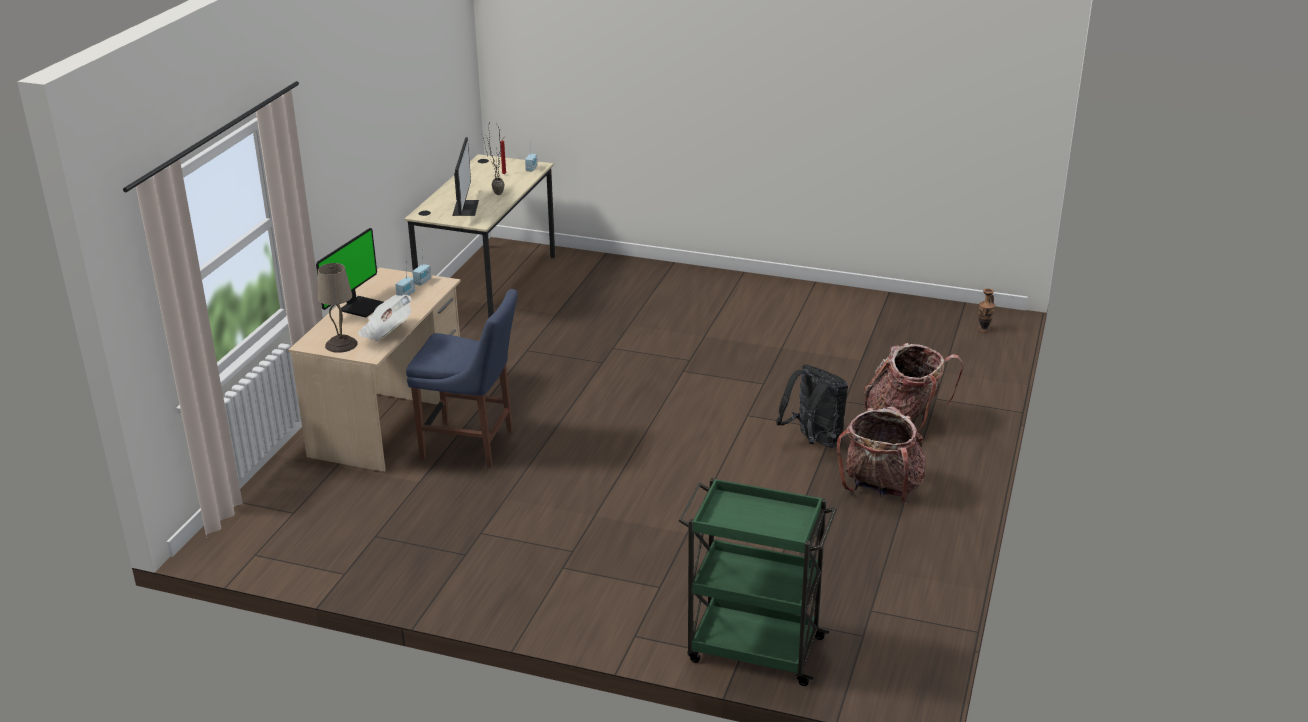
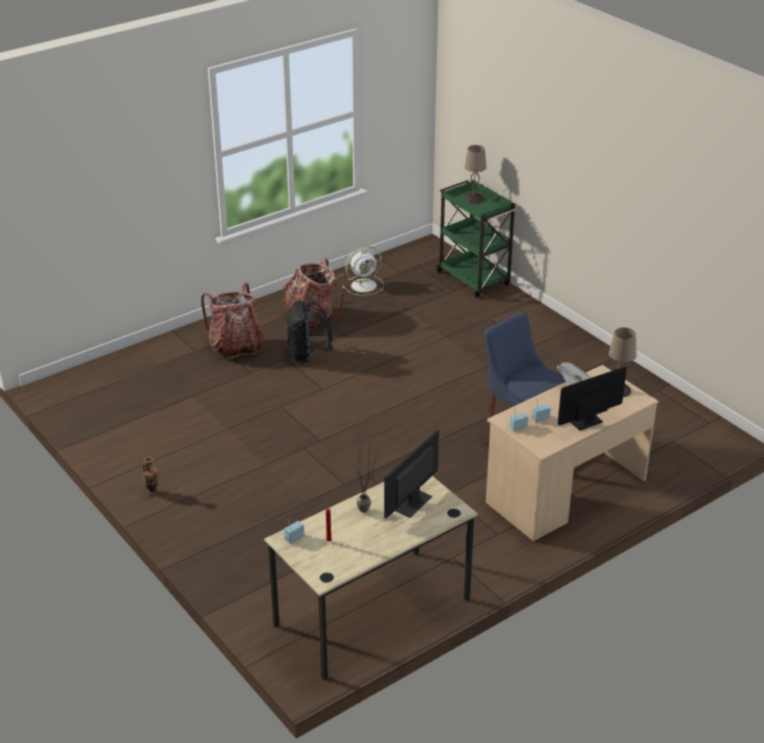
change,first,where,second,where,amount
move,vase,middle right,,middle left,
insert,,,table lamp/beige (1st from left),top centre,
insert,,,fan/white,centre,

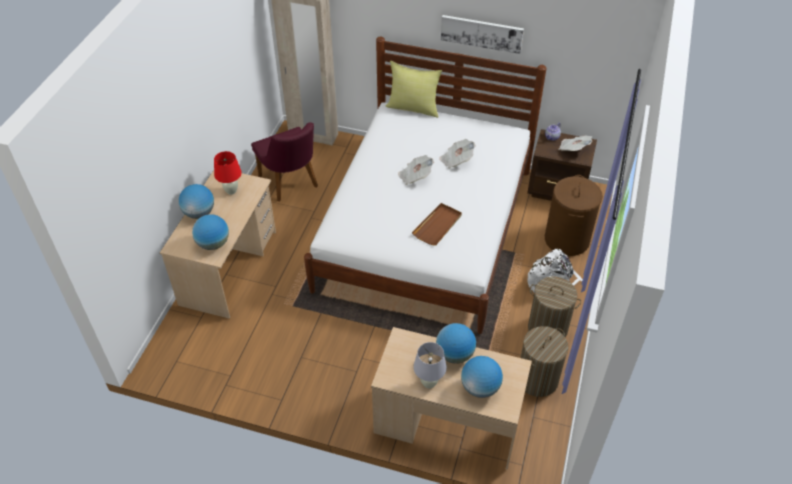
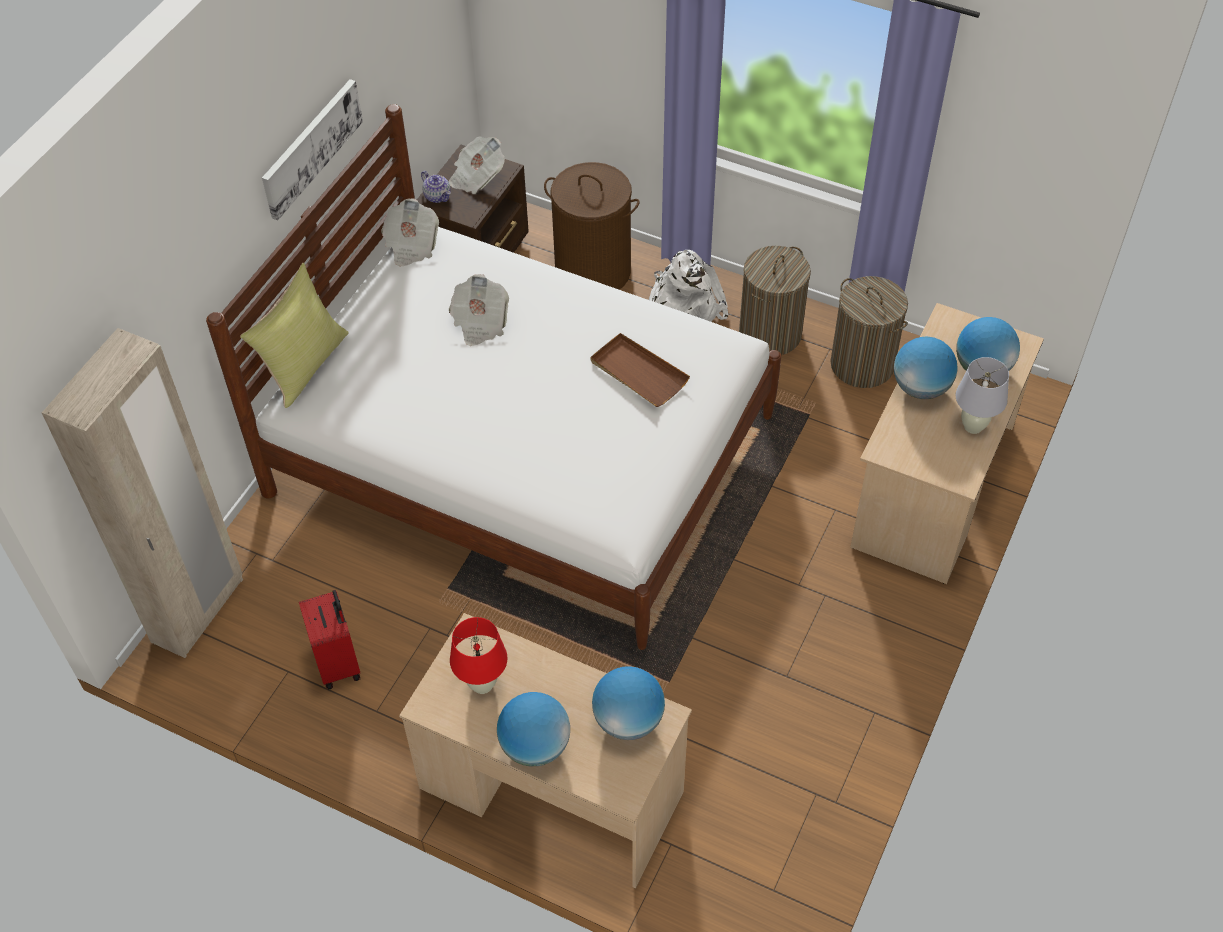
change,first,where,second,where,amount
replace,chair/purple,top centre,suitcase/red,bottom left,
move,newspaper (1st from left),centre,,top centre,

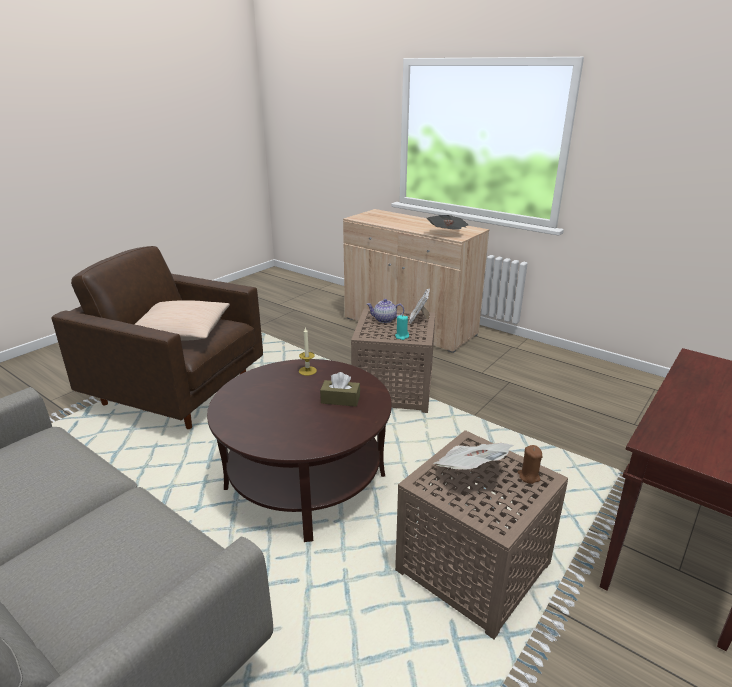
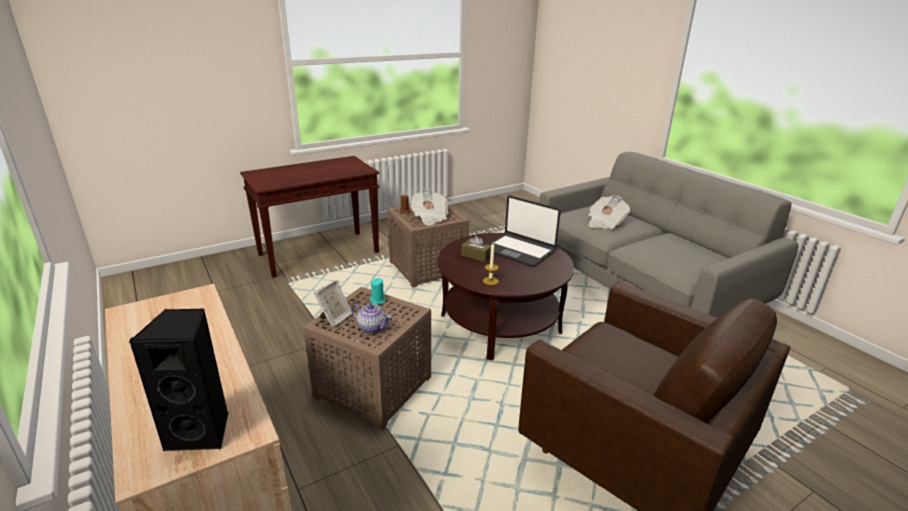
change,first,where,second,where,amount
move,newspaper (1st from left in the first image),top centre,newspaper (2nd from left),middle right,
delete,pillow/beige,middle left,,,
insert,,,laptop,centre,
insert,,,speaker/black,bottom left,

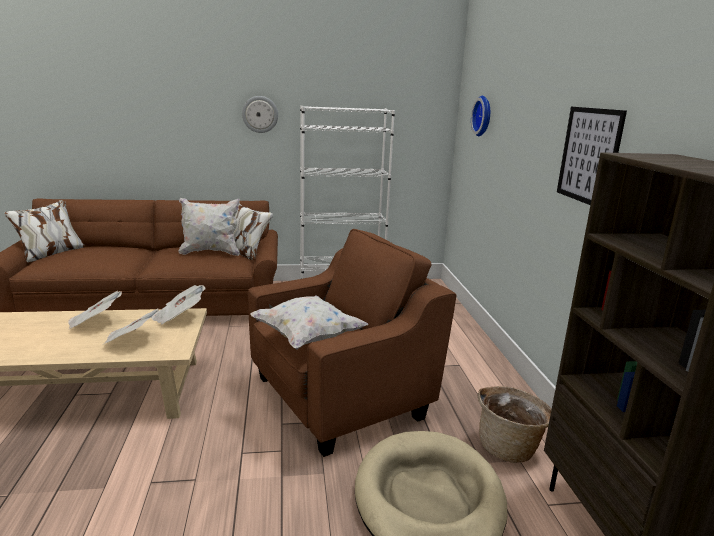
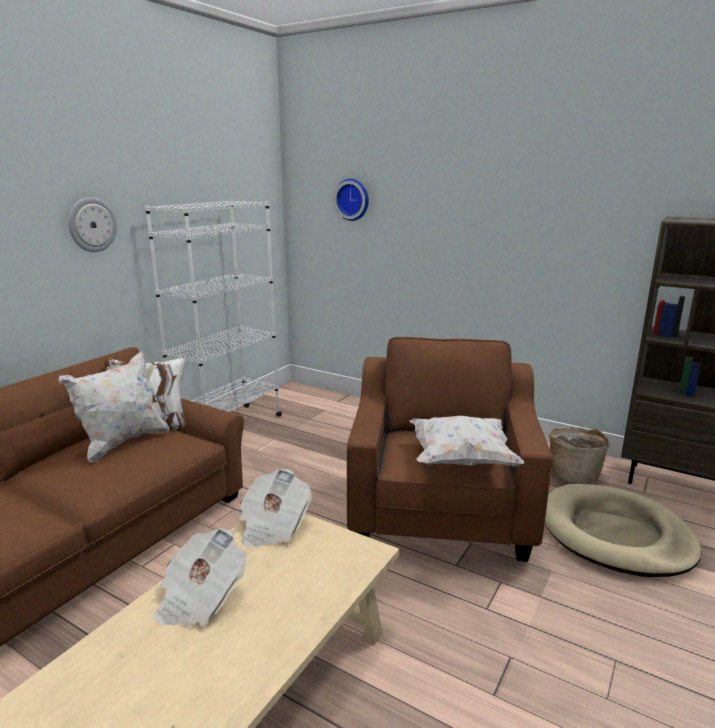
change,first,where,second,where,amount
delete,picture,top right,,,
delete,newspaper (2nd from left),middle left,,,

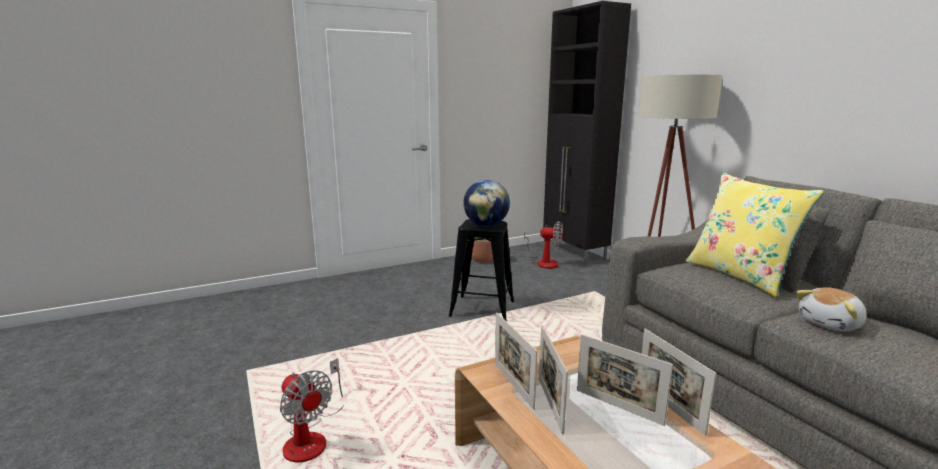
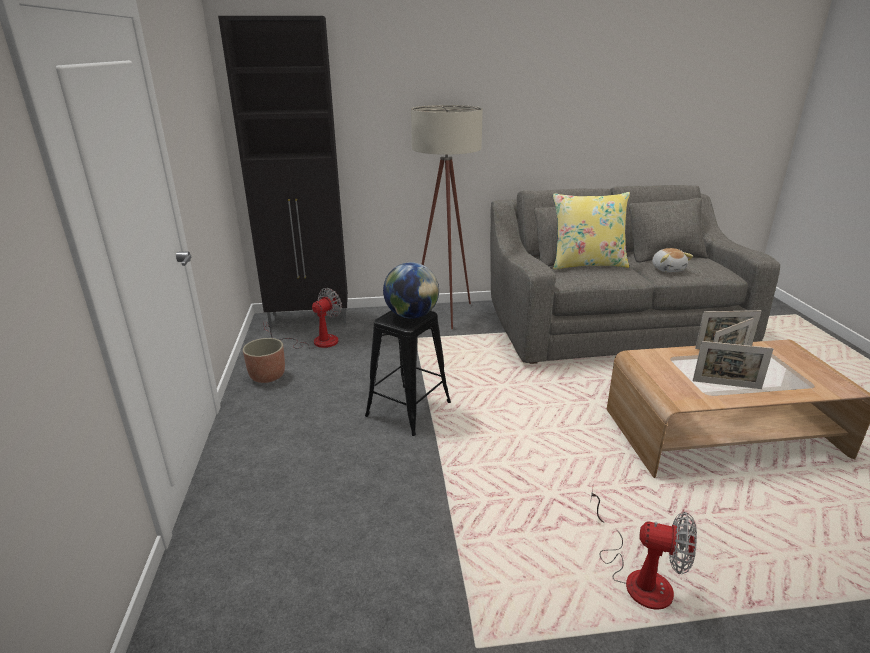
change,first,where,second,where,amount
delete,picture frame (1st from left),bottom centre,,,
rotate,fan (1st from left in the first image),bottom left,fan (2nd from left),bottom right,45 degrees clockwise

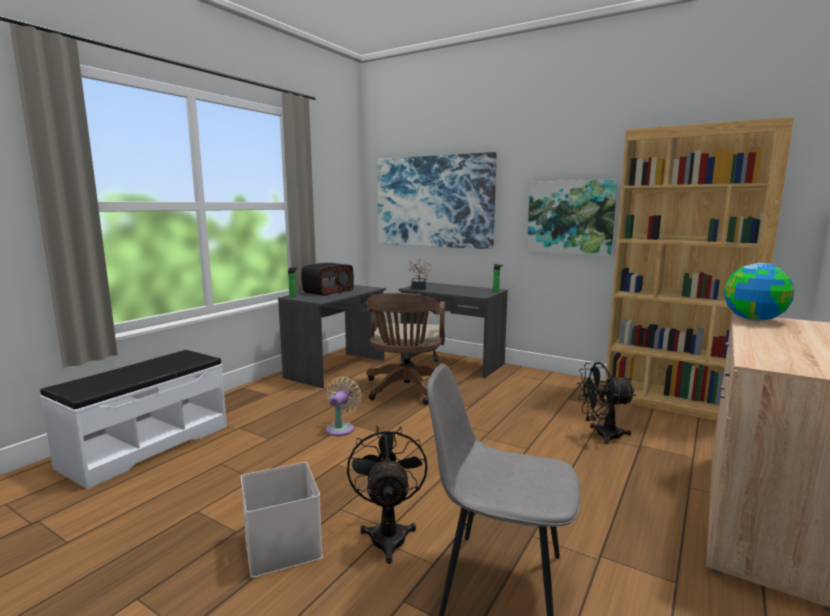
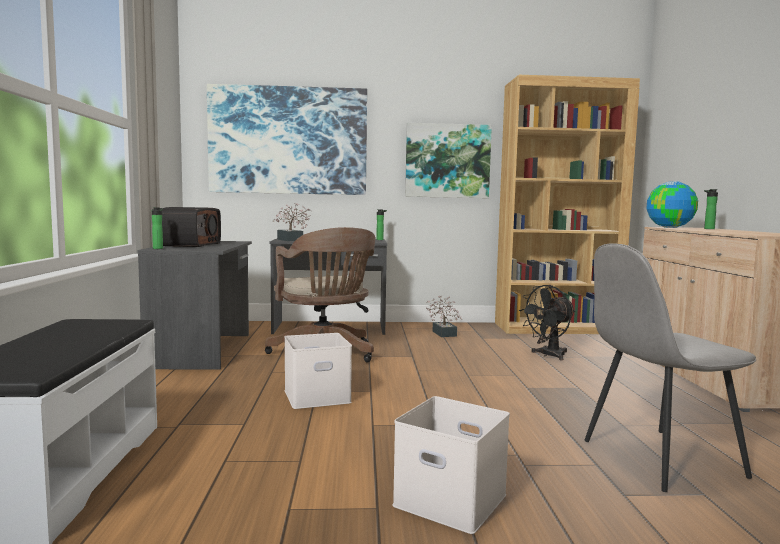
change,first,where,second,where,amount
replace,fan/beige,centre,storage box/white (1st from left),bottom centre,
delete,fan/black (1st from left),bottom centre,,,
insert,,,bottle (3rd from left),middle right,
insert,,,potted plant (2nd from left),centre,

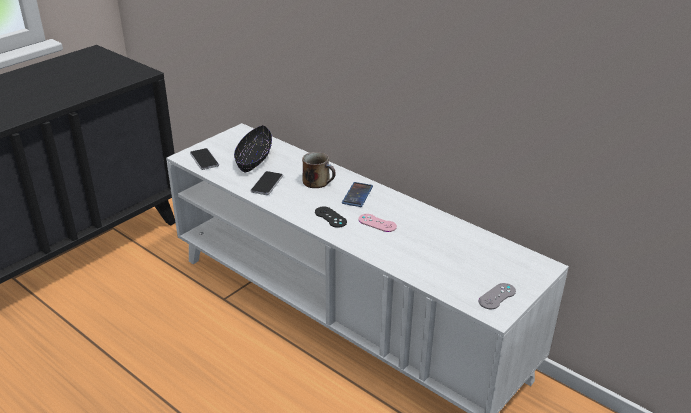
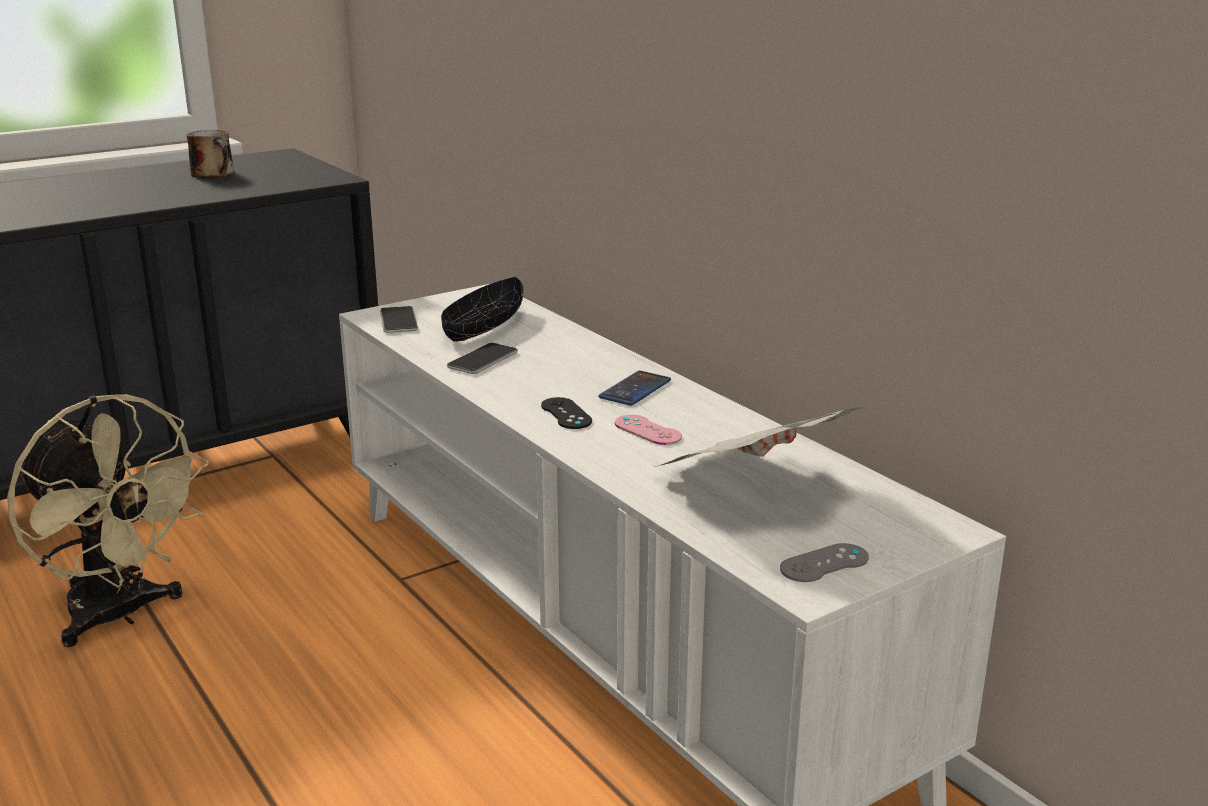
change,first,where,second,where,amount
move,mug,centre,,top left,
insert,,,fan/beige,middle left,
insert,,,newspaper,centre,

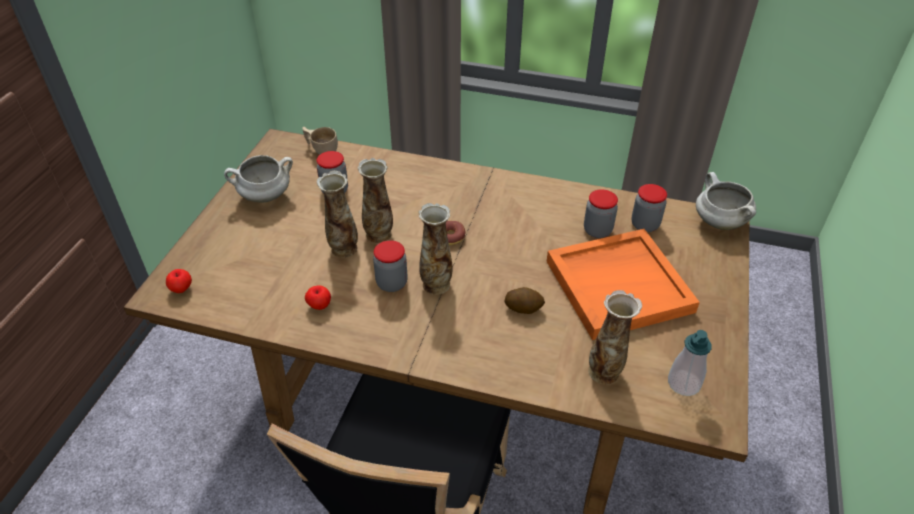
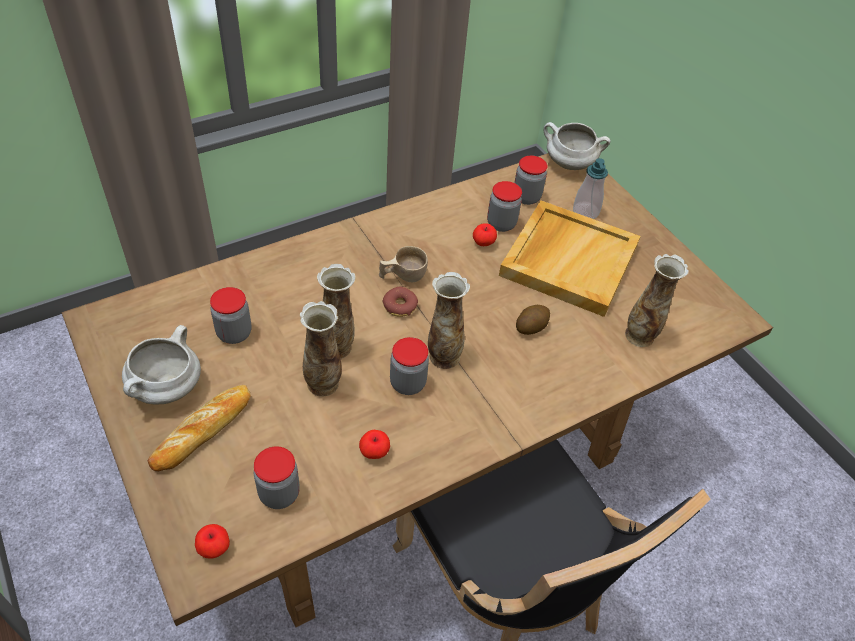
change,first,where,second,where,amount
move,cup/beige,top centre,,centre,
recolor,tray/orange,middle right,tray/beige,middle right,
move,soap dispenser,bottom right,,top right,
insert,,,apple (3rd from left),centre,
insert,,,bread,bottom left,
insert,,,jar (2nd from left),bottom left,

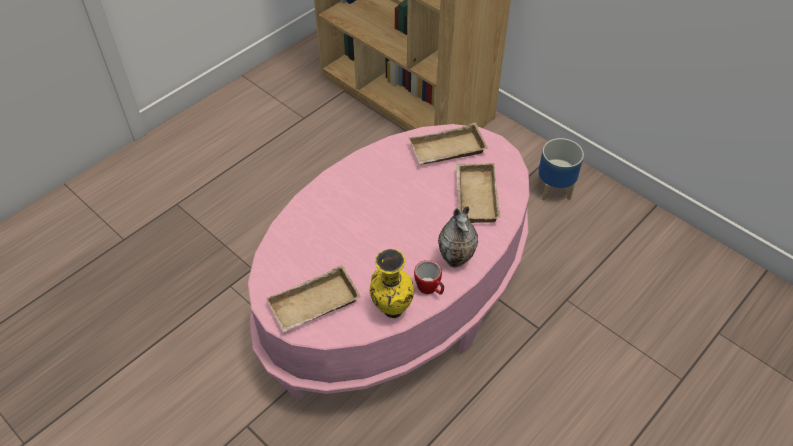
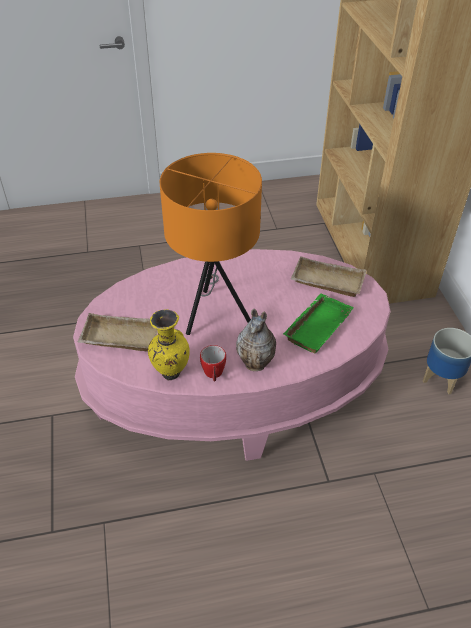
change,first,where,second,where,amount
recolor,tray/beige (3rd from left),centre,tray/green,middle right,
insert,,,table lamp/orange,centre,

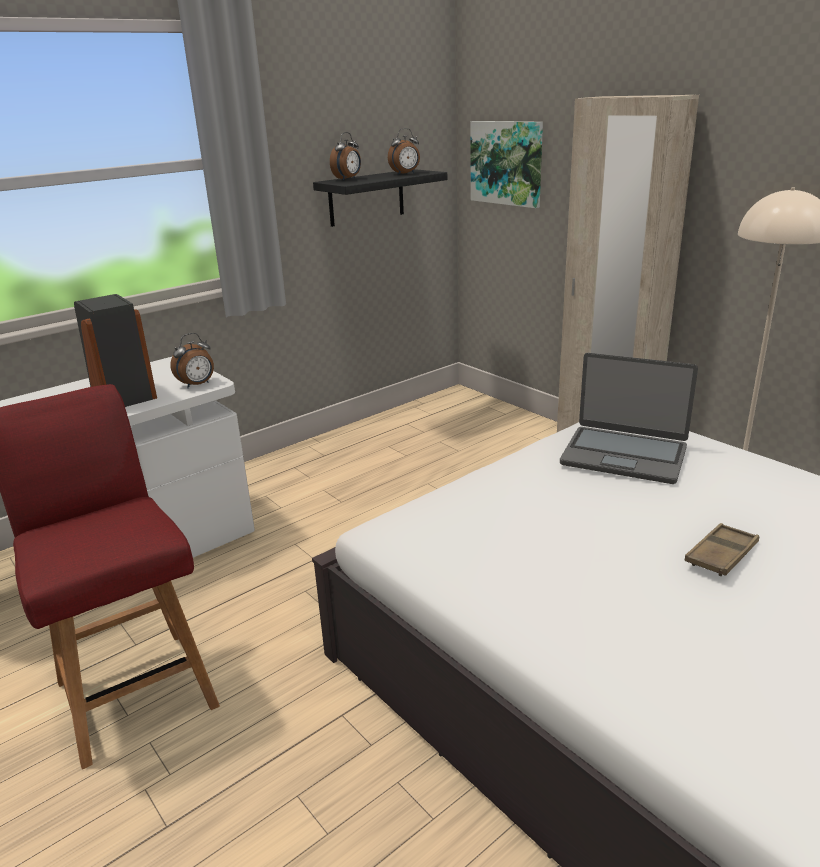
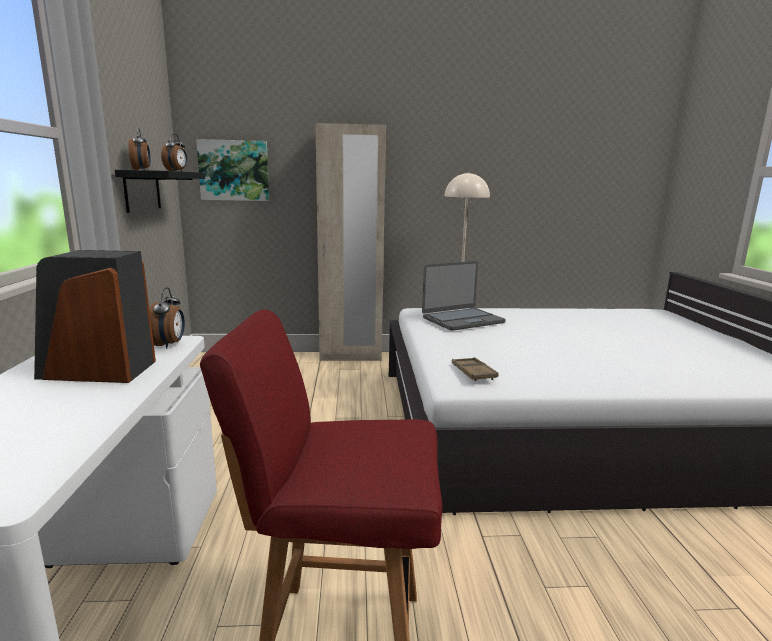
change,first,where,second,where,amount
move,tray/brown,middle right,,centre,

